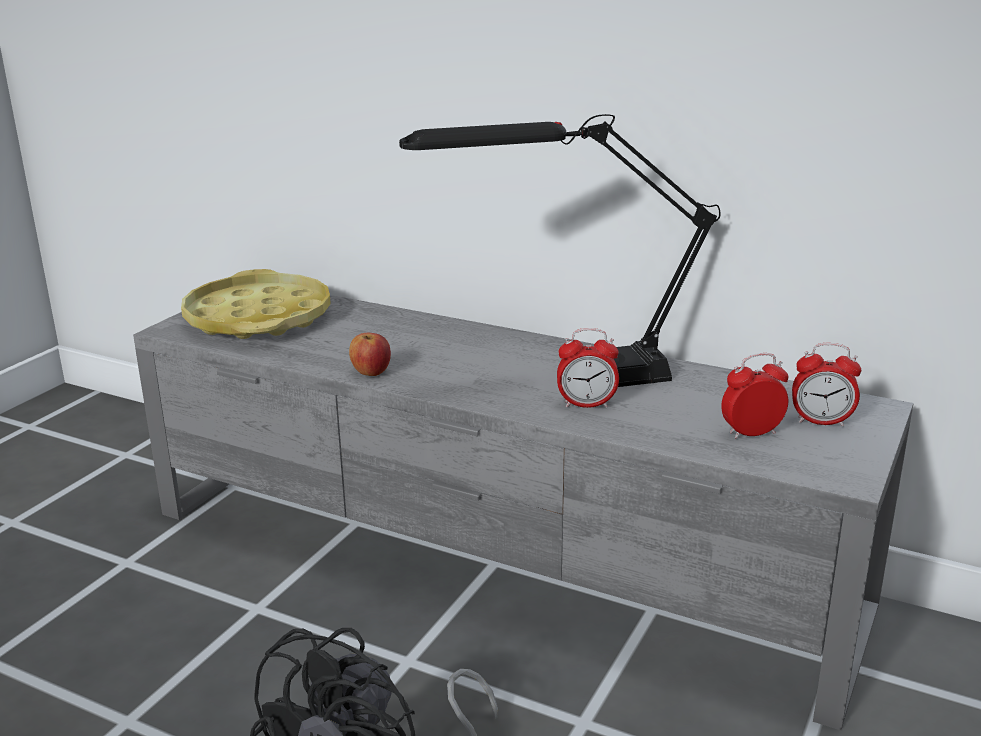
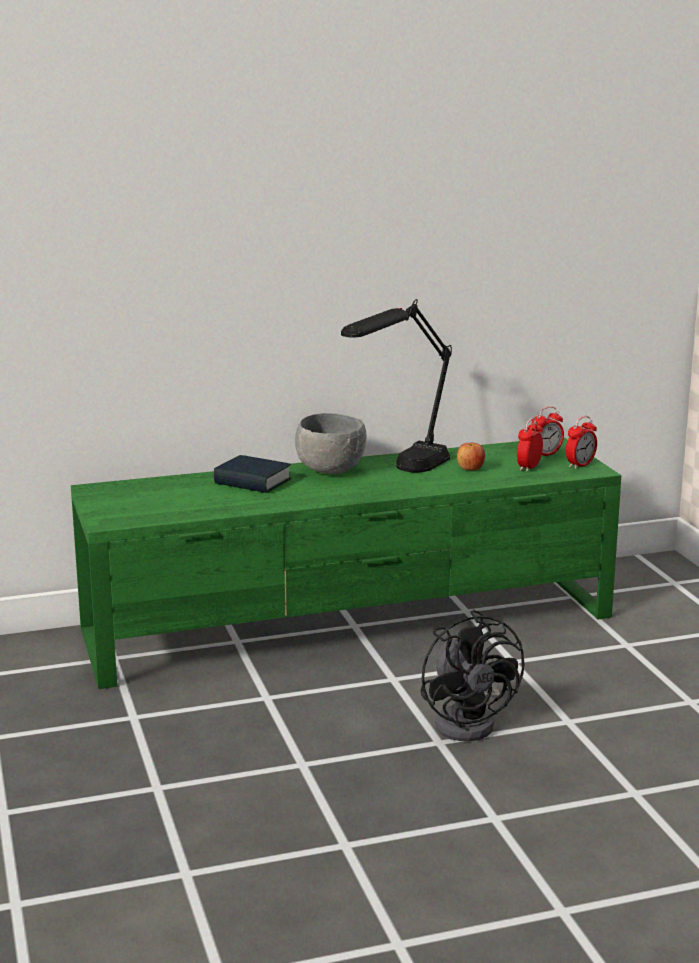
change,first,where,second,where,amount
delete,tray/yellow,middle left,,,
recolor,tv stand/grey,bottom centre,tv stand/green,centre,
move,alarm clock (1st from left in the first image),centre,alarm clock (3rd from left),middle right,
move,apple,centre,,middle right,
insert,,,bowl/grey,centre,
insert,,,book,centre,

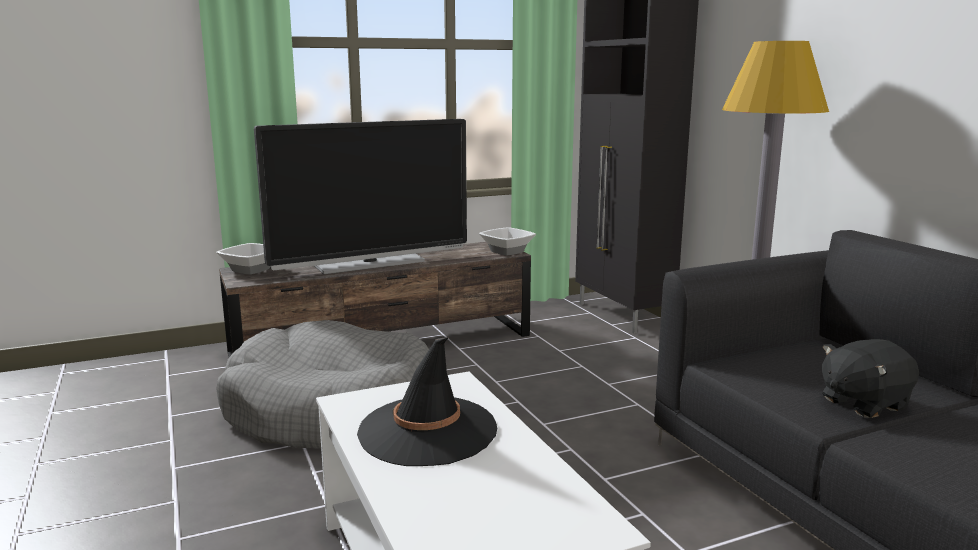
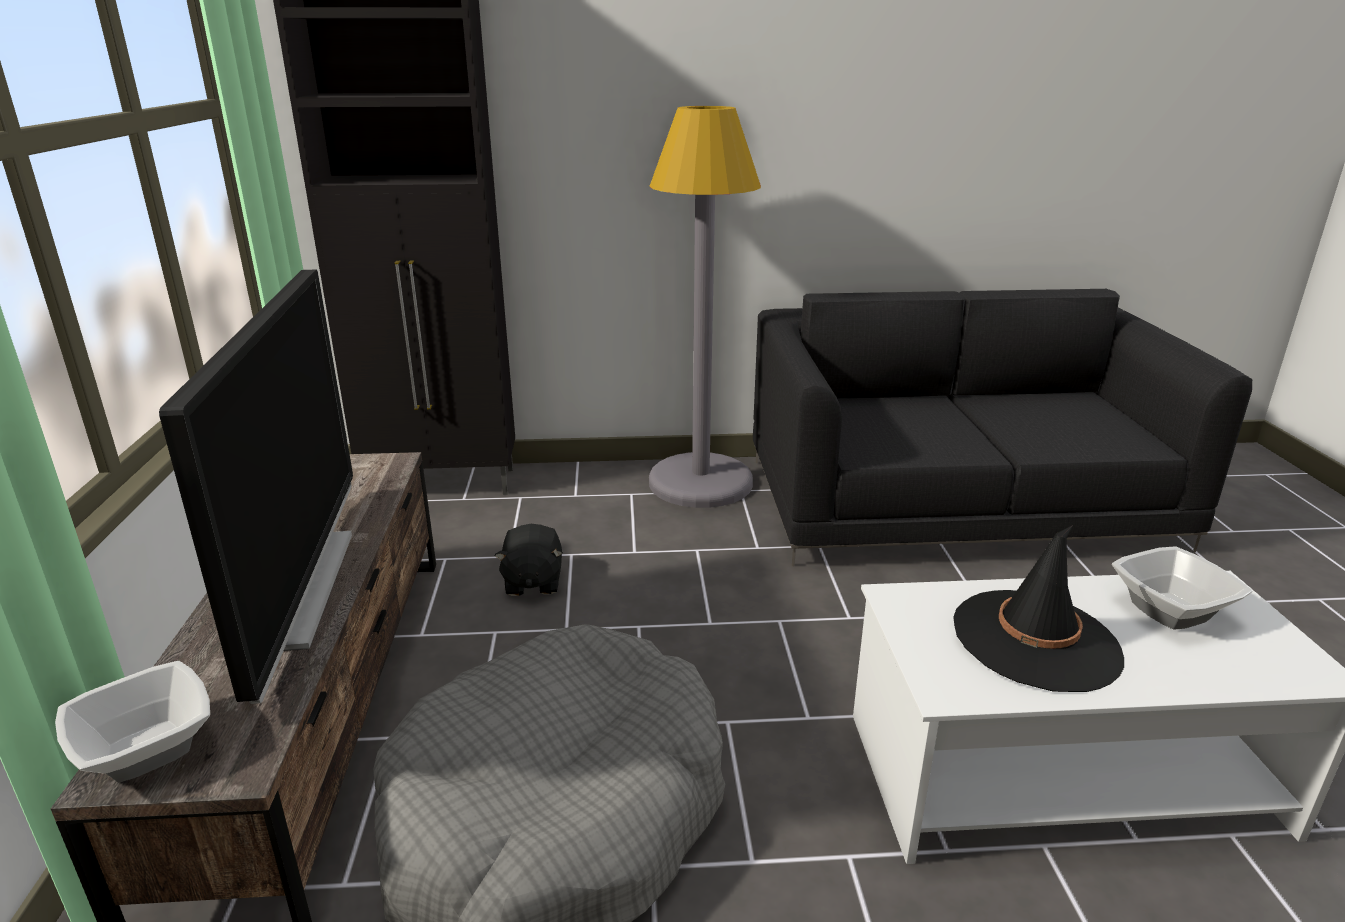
change,first,where,second,where,amount
move,bowl (2nd from left),centre,,middle right,
move,plush toy/black,bottom right,,centre,

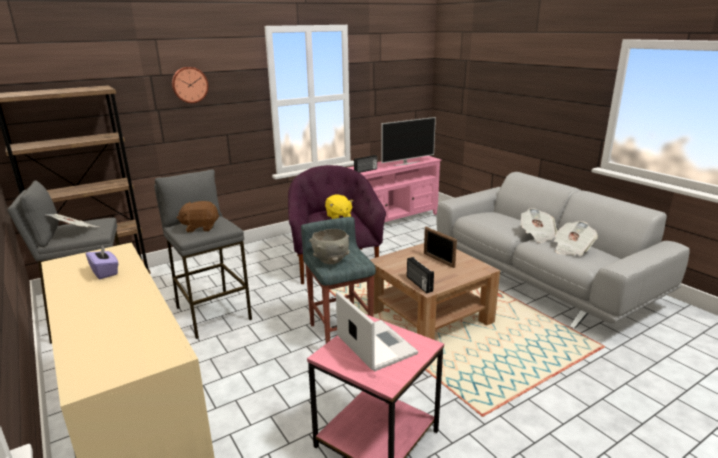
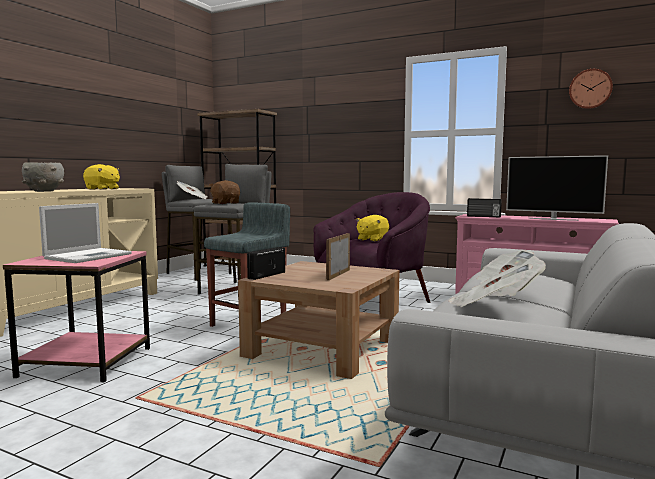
change,first,where,second,where,amount
move,wall clock,top left,,top right,
move,bowl/grey,centre,,middle left,
replace,tissue box/purple,middle left,plush toy/yellow (1st from left),middle left,

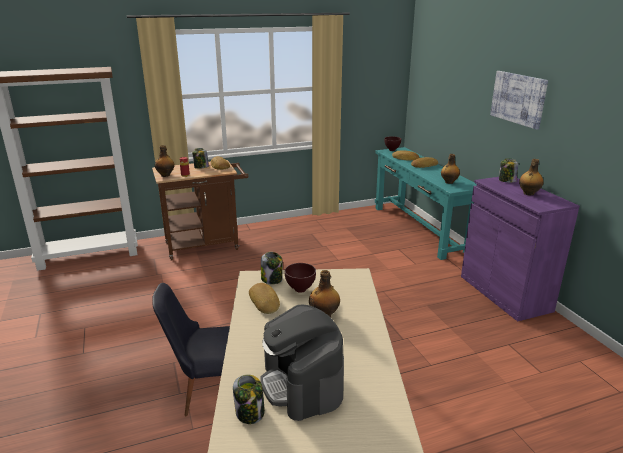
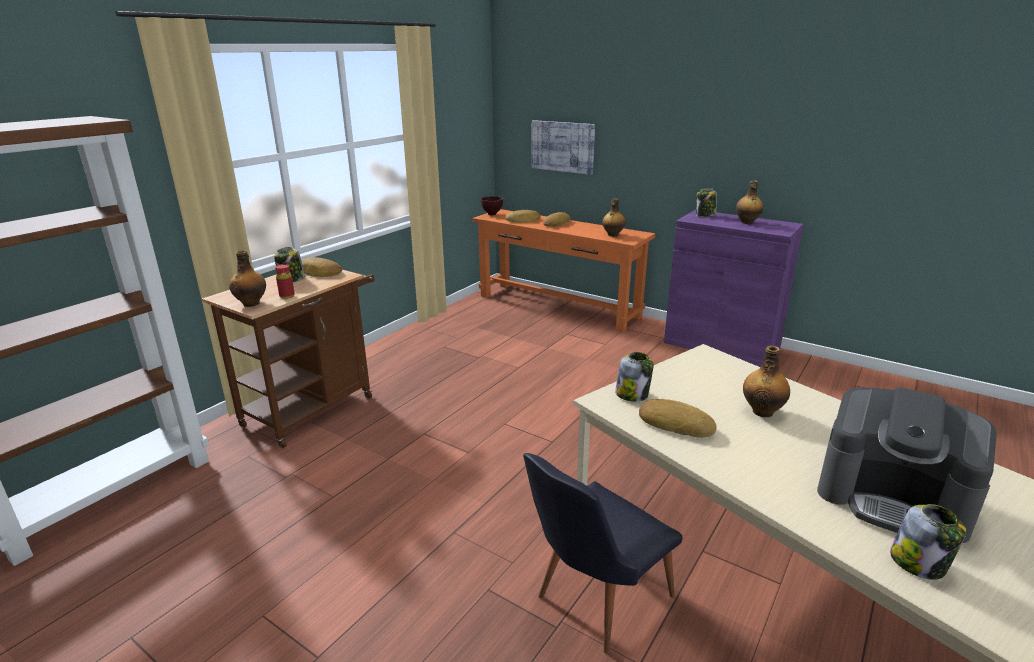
change,first,where,second,where,amount
move,picture,top right,,top centre,
recolor,console table/turquoise,middle right,console table/orange,centre,
delete,bowl/brown (1st from left),centre,,,

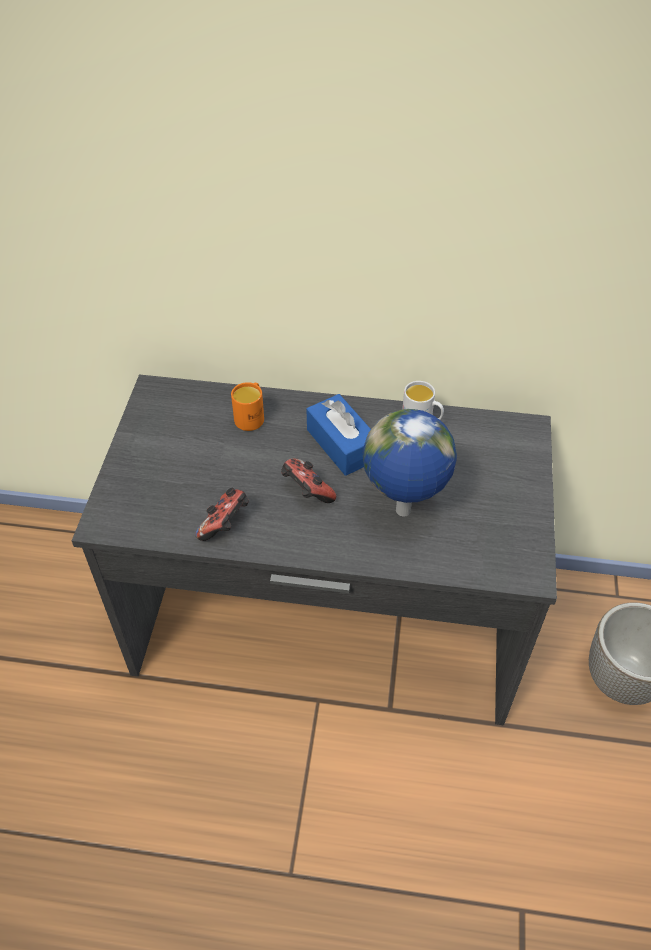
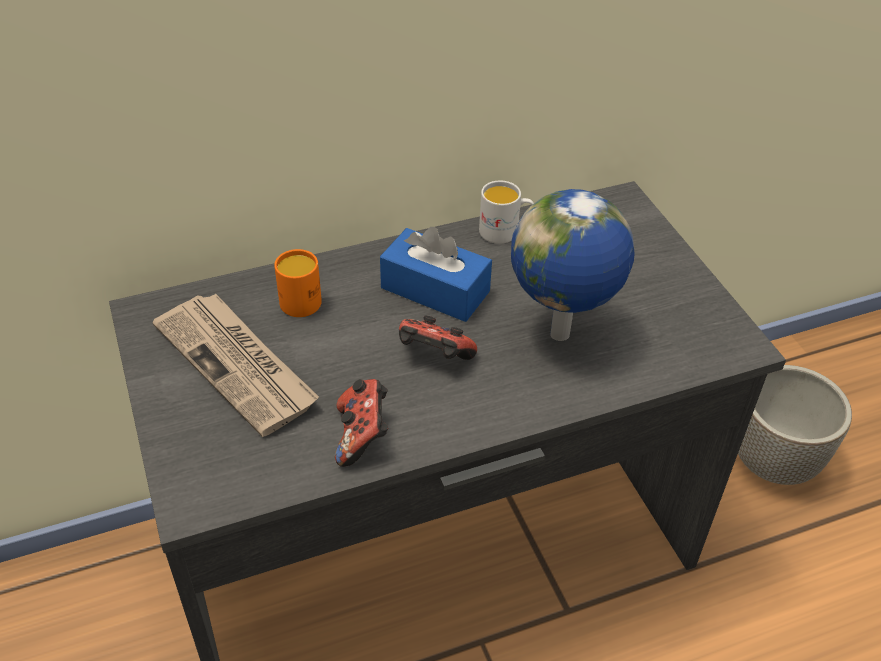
change,first,where,second,where,amount
insert,,,newspaper,middle left,

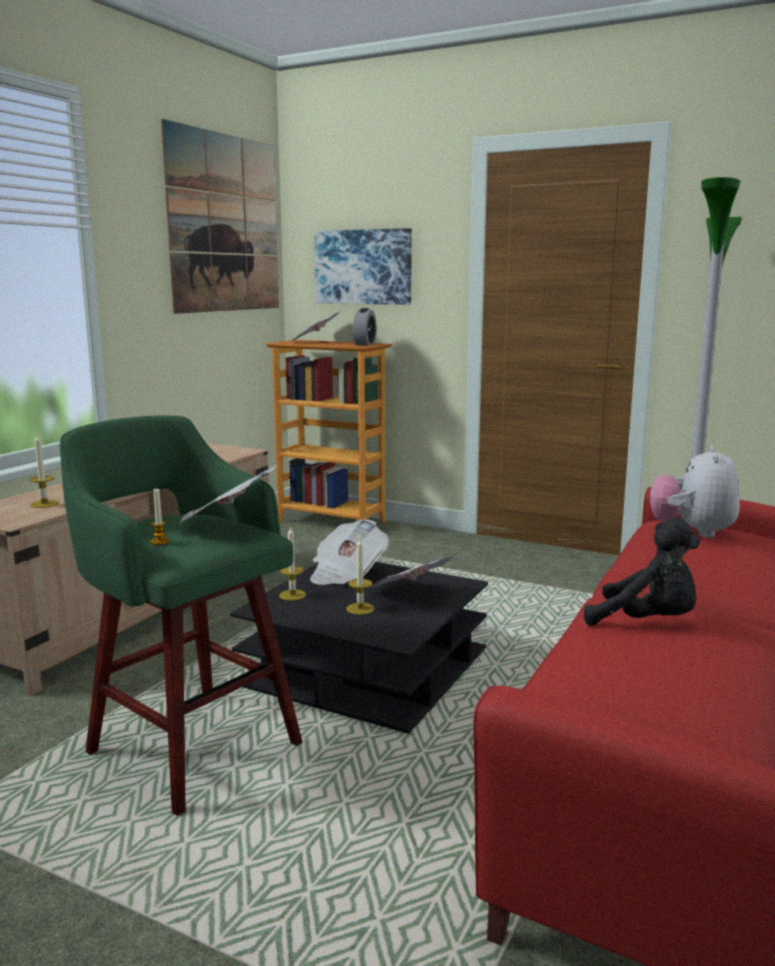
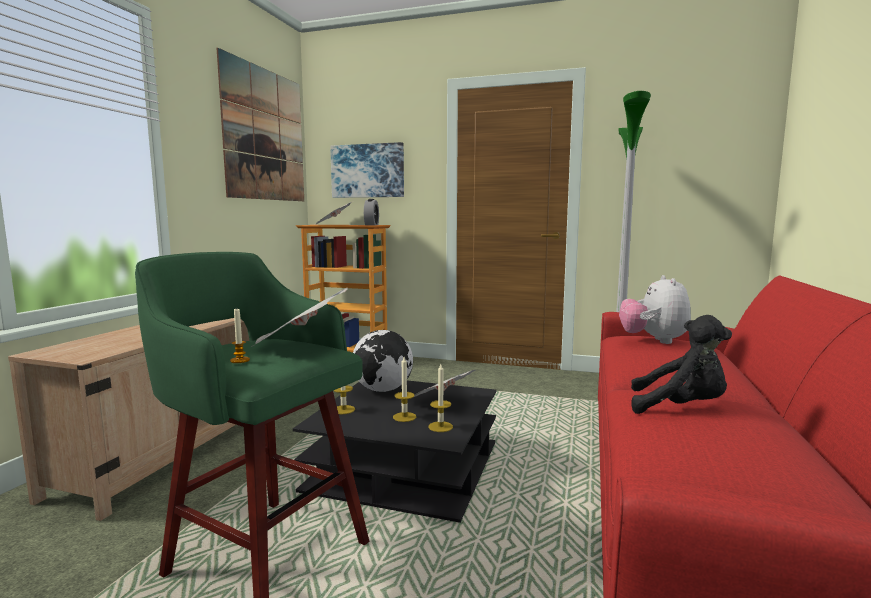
change,first,where,second,where,amount
move,candle (1st from left in the first image),middle left,candle (4th from left),centre,
replace,newspaper (3rd from left),centre,globe,centre,

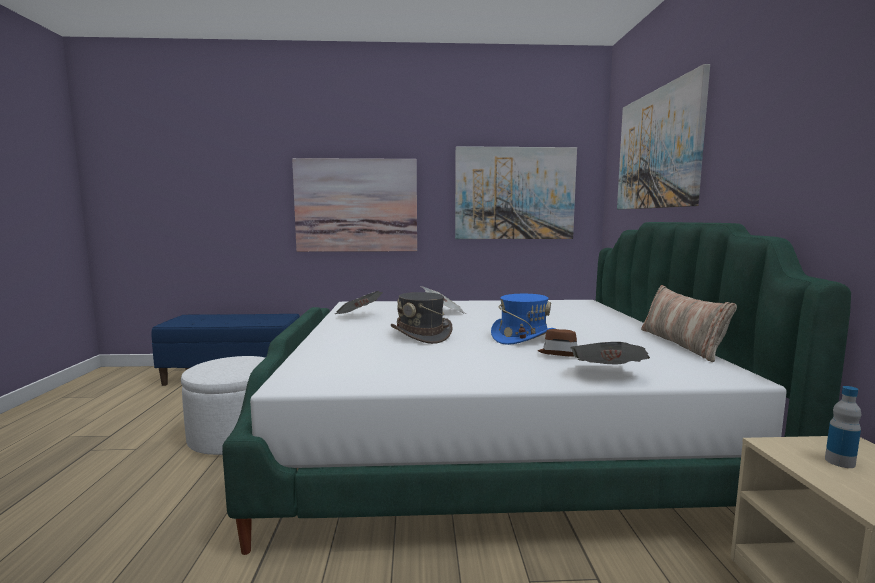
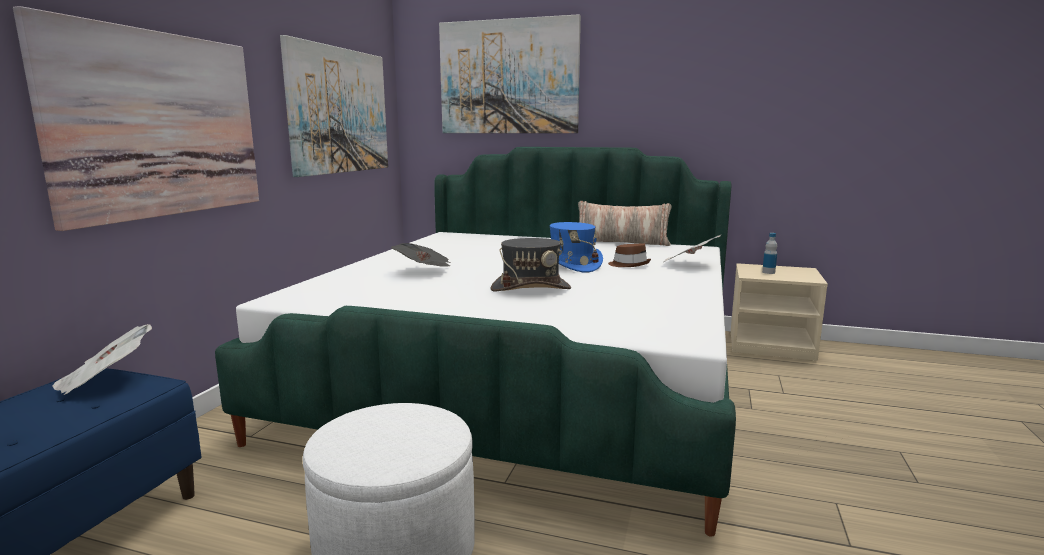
change,first,where,second,where,amount
move,newspaper (1st from left),centre,,middle left,

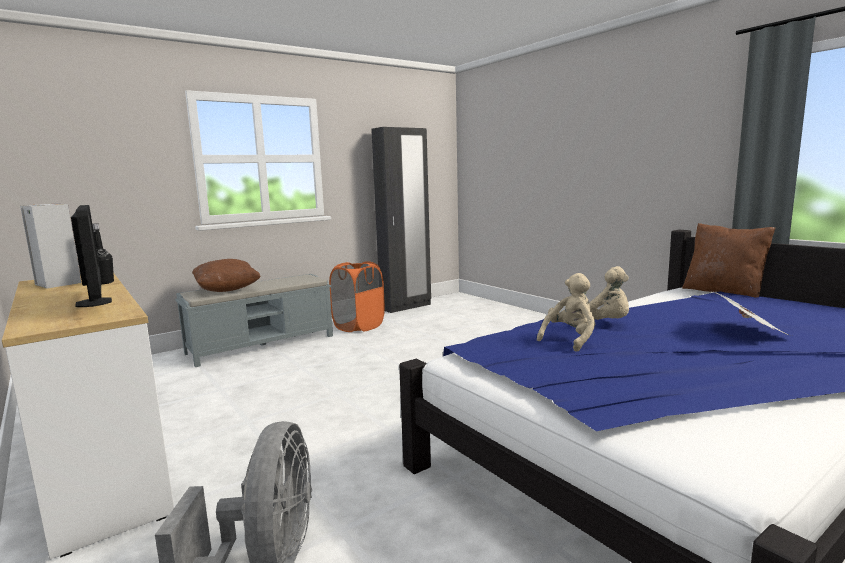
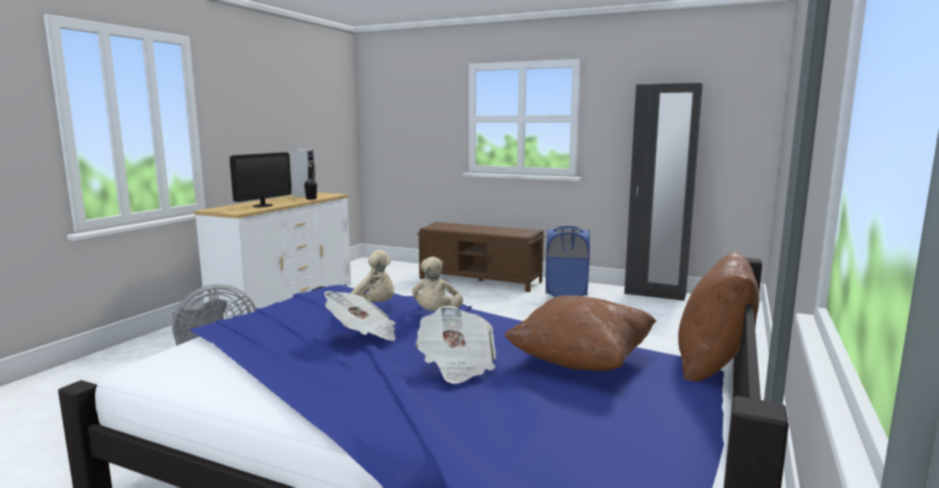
change,first,where,second,where,amount
move,pillow/brown (1st from left),middle left,,bottom centre,
recolor,laundry basket/orange,centre,laundry basket/blue,centre,
recolor,bench/grey,middle left,bench/brown,centre,
insert,,,newspaper (1st from left),centre,

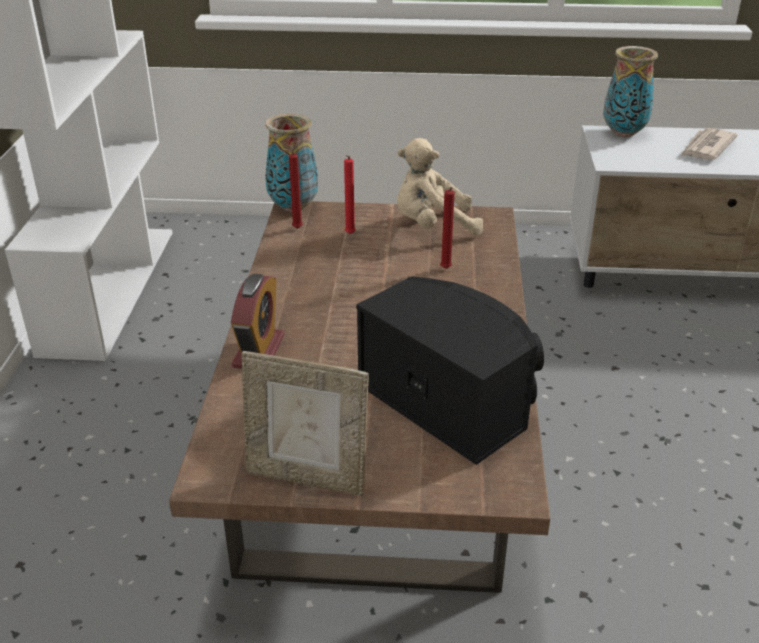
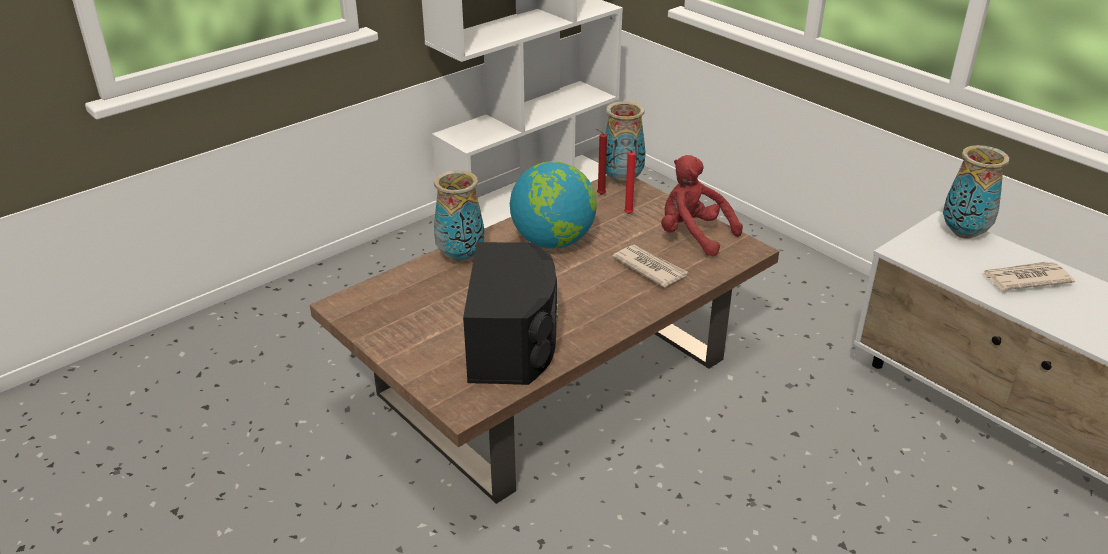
change,first,where,second,where,amount
recolor,plush toy/beige,top centre,plush toy/red,centre,
replace,candle/red (3rd from left),centre,newspaper (1st from left),centre,
replace,alarm clock,centre,vase (1st from left),centre,
delete,picture frame,centre,,,
insert,,,globe,centre,

